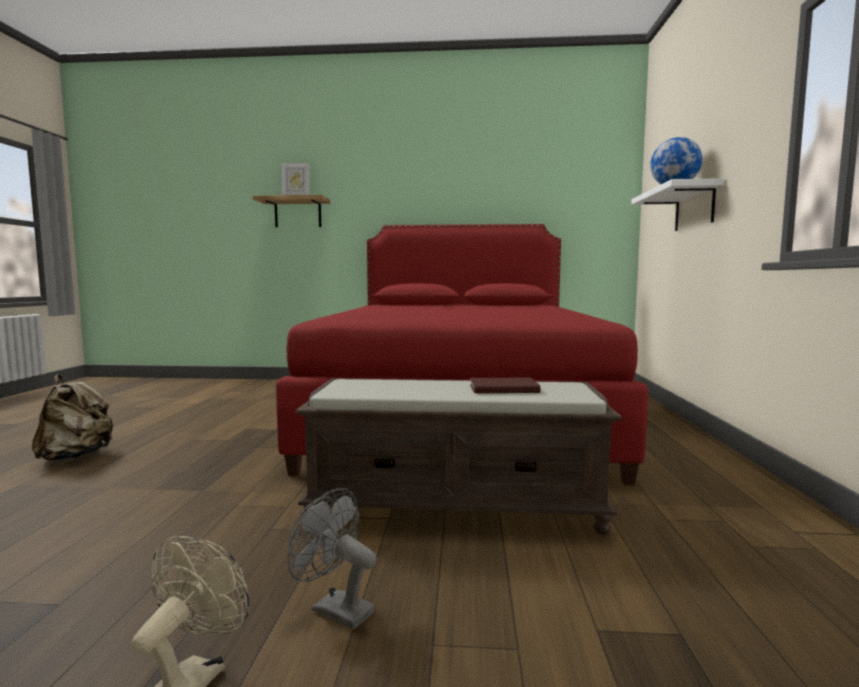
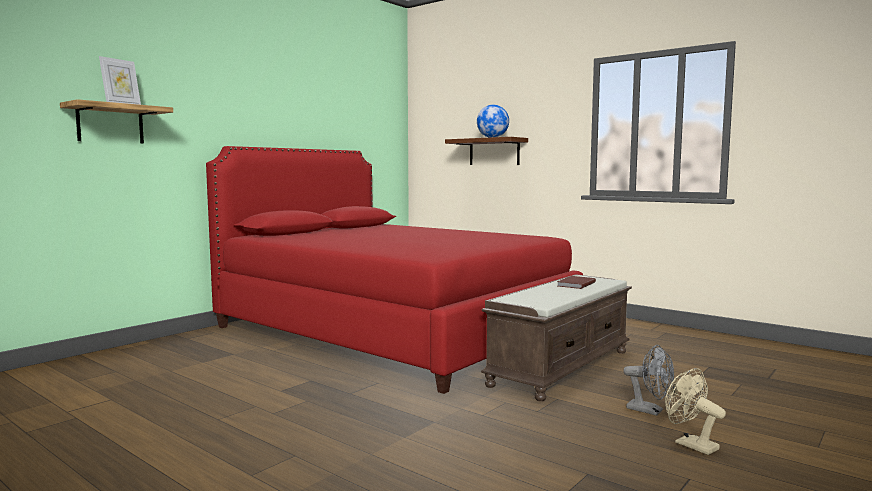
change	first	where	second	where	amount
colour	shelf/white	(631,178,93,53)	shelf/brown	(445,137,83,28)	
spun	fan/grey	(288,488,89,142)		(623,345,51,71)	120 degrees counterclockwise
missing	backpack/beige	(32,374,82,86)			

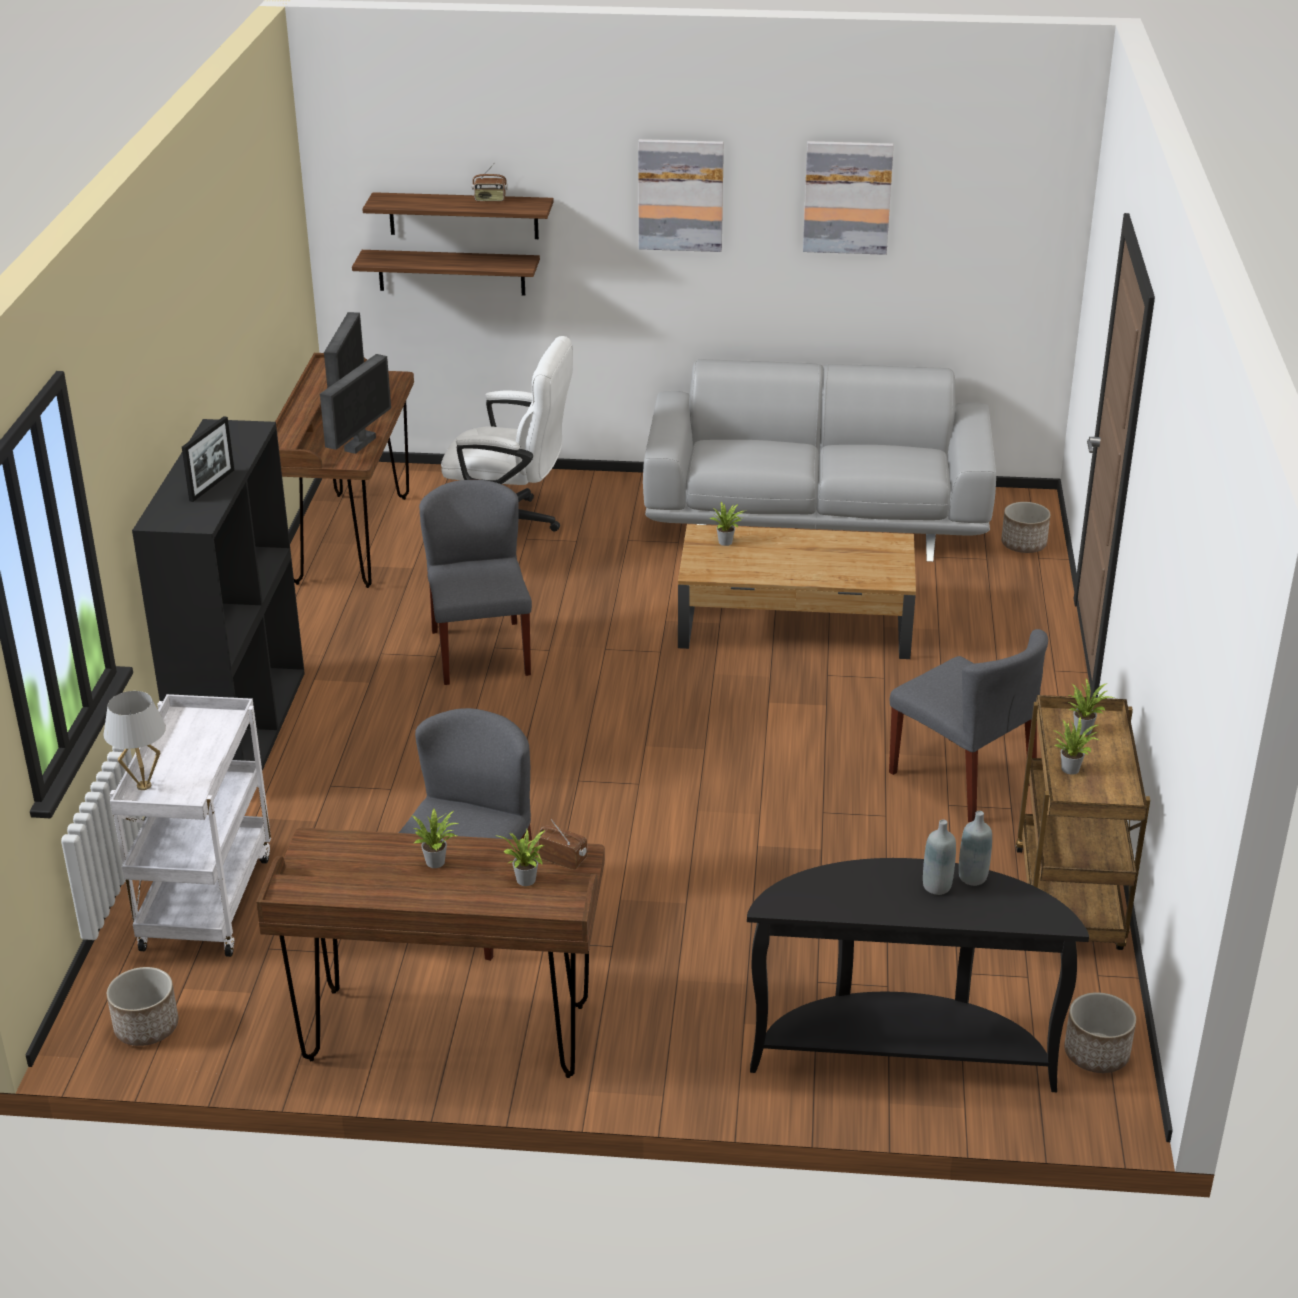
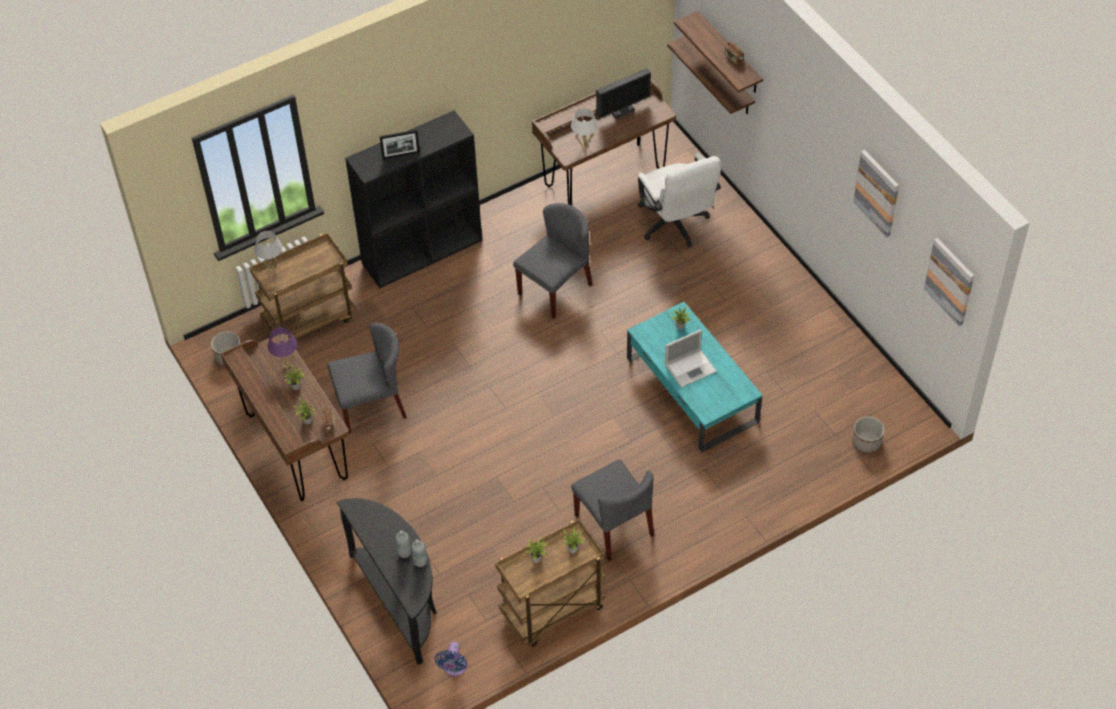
change	first	where	second	where	amount
colour	cart/white	(110,694,161,263)	cart/brown	(250,232,106,107)	
appeared			table lamp/purple	(268,327,29,41)	
exchanged	planter	(1064,992,72,81)	fan/blue	(434,642,33,34)	
exchanged	monitor	(320,354,71,100)	table lamp/white	(571,108,27,41)	
spun	chair/grey	(889,629,159,194)		(571,459,83,102)	45 degrees counterclockwise
colour	coffee table/brown	(678,524,238,135)	coffee table/turquoise	(627,302,135,151)	
appeared			laptop	(665,329,52,59)	
relocated	picture	(638,139,86,113)		(924,238,50,88)	
missing	sofa/grey	(643,359,353,203)			

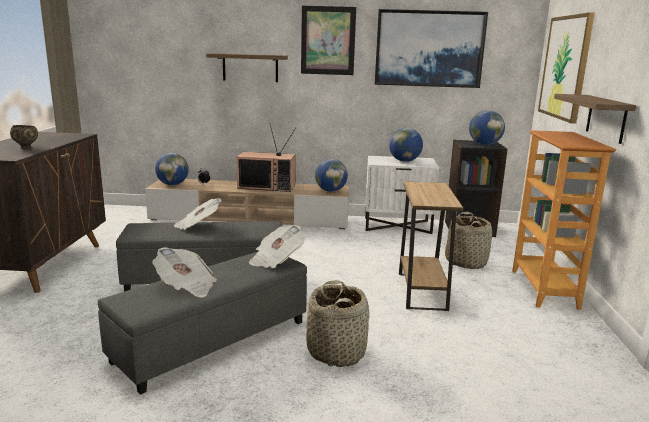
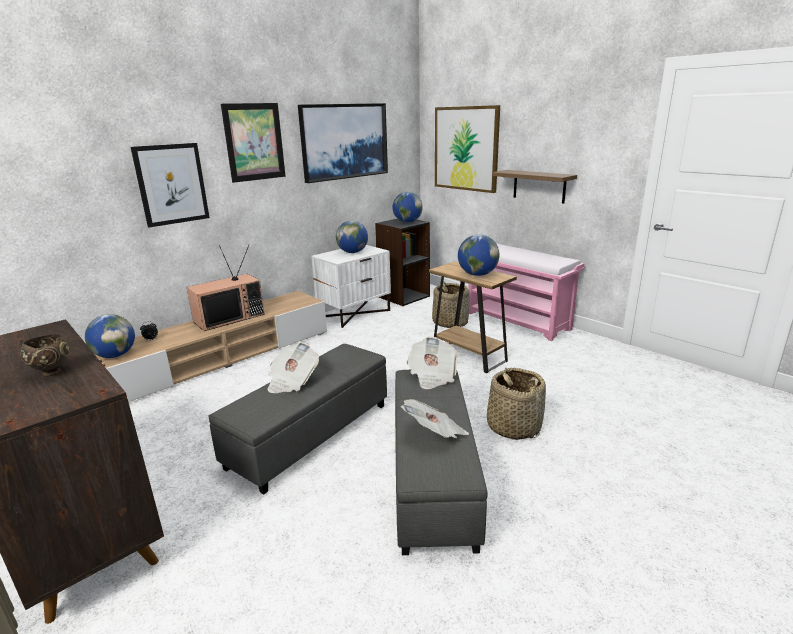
change	first	where	second	where	amount
exchanged	shelf	(206,53,82,29)	picture	(131,143,79,84)	
relocated	globe	(315,159,33,33)		(458,234,41,42)	
exchanged	bookcase	(512,130,104,180)	bench/pink	(468,244,117,97)	

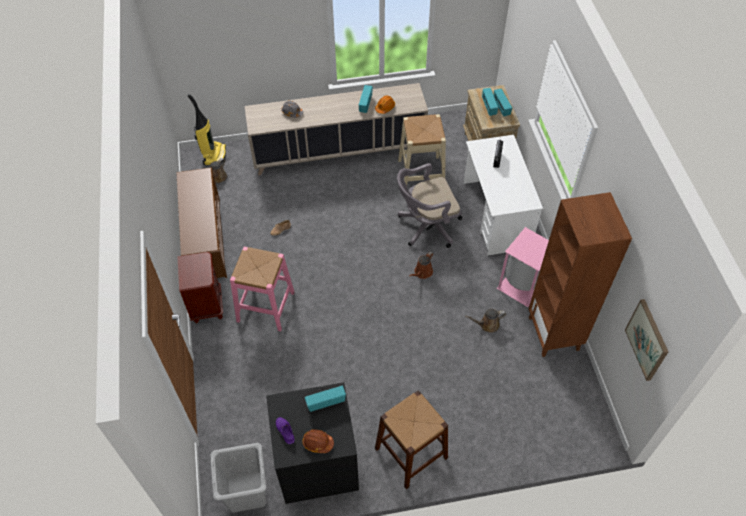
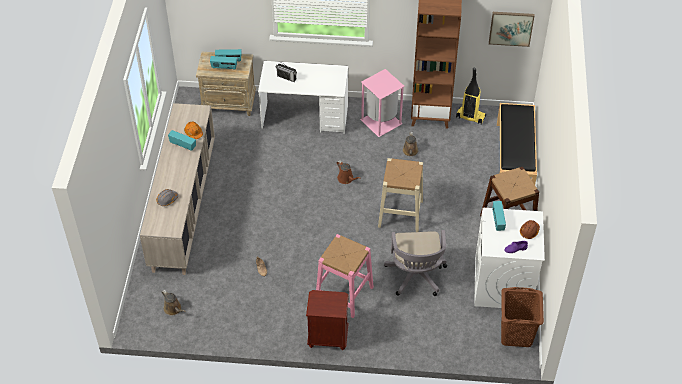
change	first	where	second	where	amount
relocated	stool/beige	(398,114,48,71)		(378,158,45,74)	
relocated	office chair/grey	(397,163,65,85)		(384,230,63,66)	
relocated	vacuum cleaner	(188,94,38,72)		(456,67,30,57)	
colour	washing machine/black	(266,382,93,122)	washing machine/white	(474,208,71,100)	
appeared			bench/black	(497,103,40,81)	
colour	laundry basket/grey	(210,443,56,70)	laundry basket/brown	(501,287,43,60)	
missing	shoe rack/brown	(176,167,51,111)			

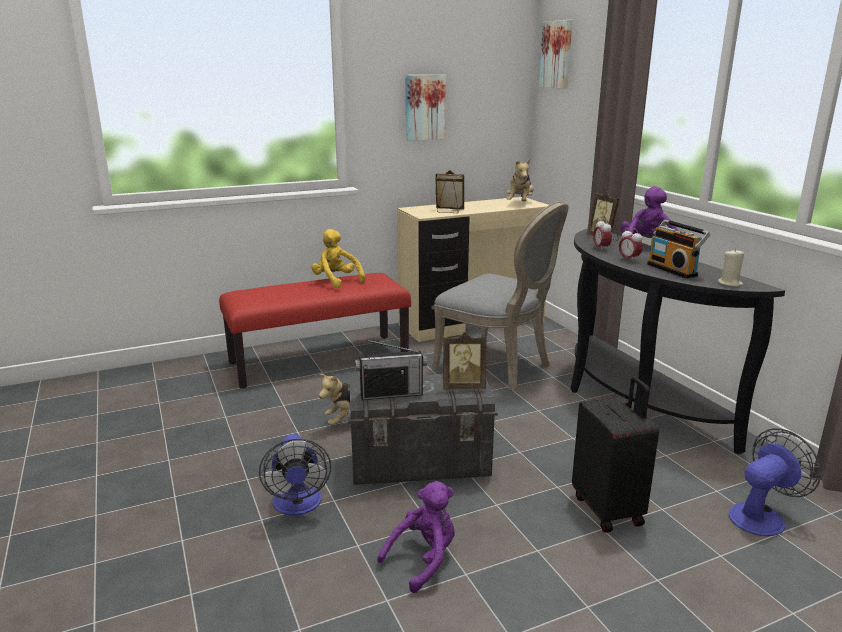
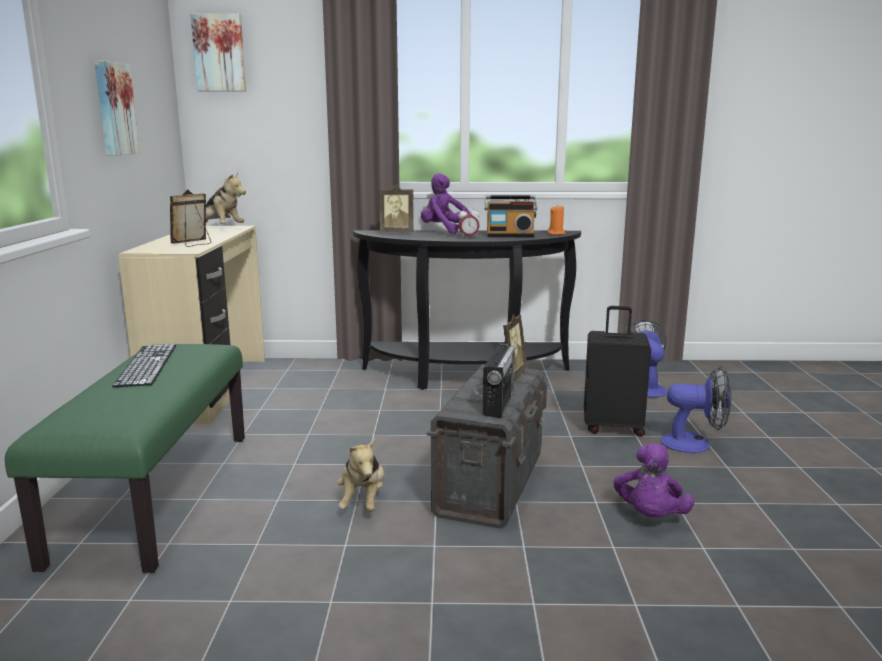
change	first	where	second	where	amount
colour	bench/red	(219,273,192,115)	bench/green	(5,344,240,229)	
exchanged	plush toy/yellow	(312,229,53,59)	keyboard	(112,344,64,43)	
colour	candle/beige	(718,249,26,38)	candle/orange	(548,205,17,30)	
spun	plush toy/purple	(377,481,78,112)		(613,443,81,74)	150 degrees counterclockwise
relocated	fan	(259,434,72,81)		(661,367,70,86)	
missing	chair/grey	(432,202,137,188)			
missing	alarm clock	(593,218,19,33)			

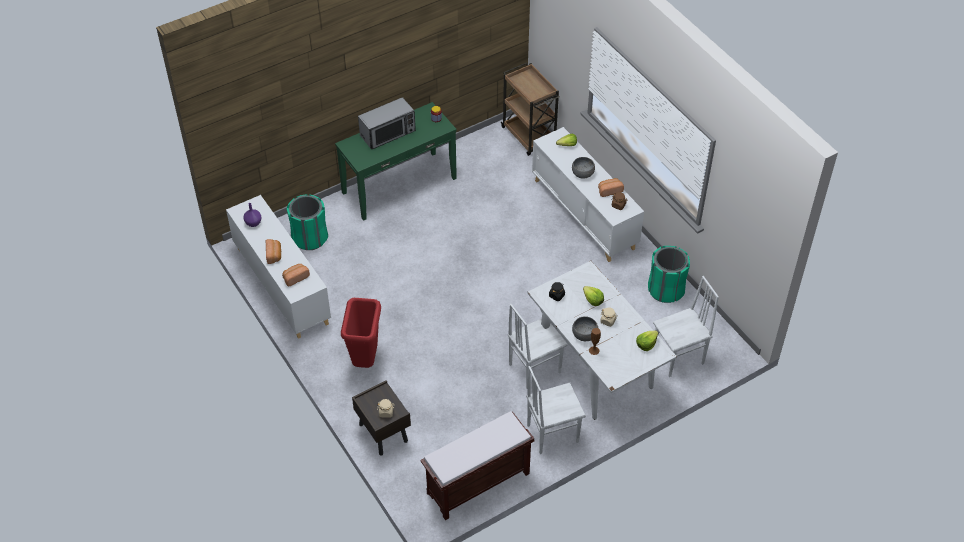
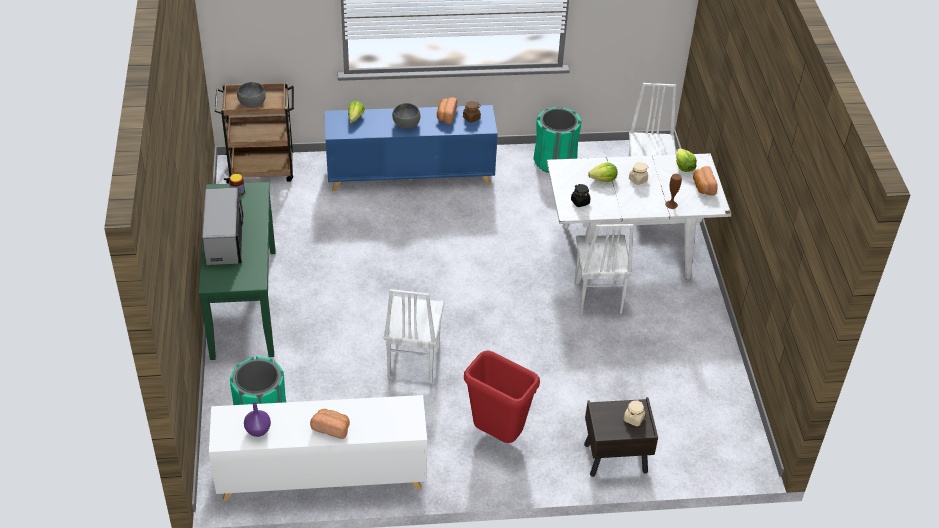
change	first	where	second	where	amount
relocated	bowl/grey	(572,316,26,25)		(237,82,29,26)	
colour	cabinet/white	(532,127,112,135)	cabinet/blue	(325,105,173,86)	
relocated	chair/white	(526,366,60,88)		(383,289,61,95)	
relocated	bread	(282,264,28,23)		(693,166,25,30)	
missing	bench/brown	(420,411,115,109)			

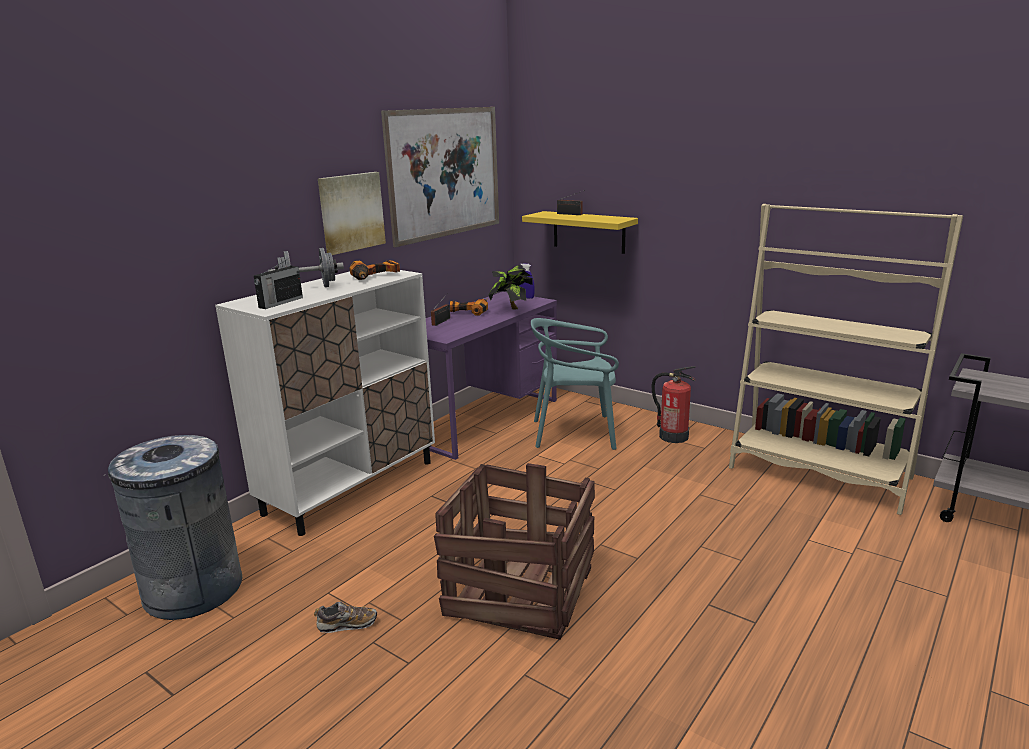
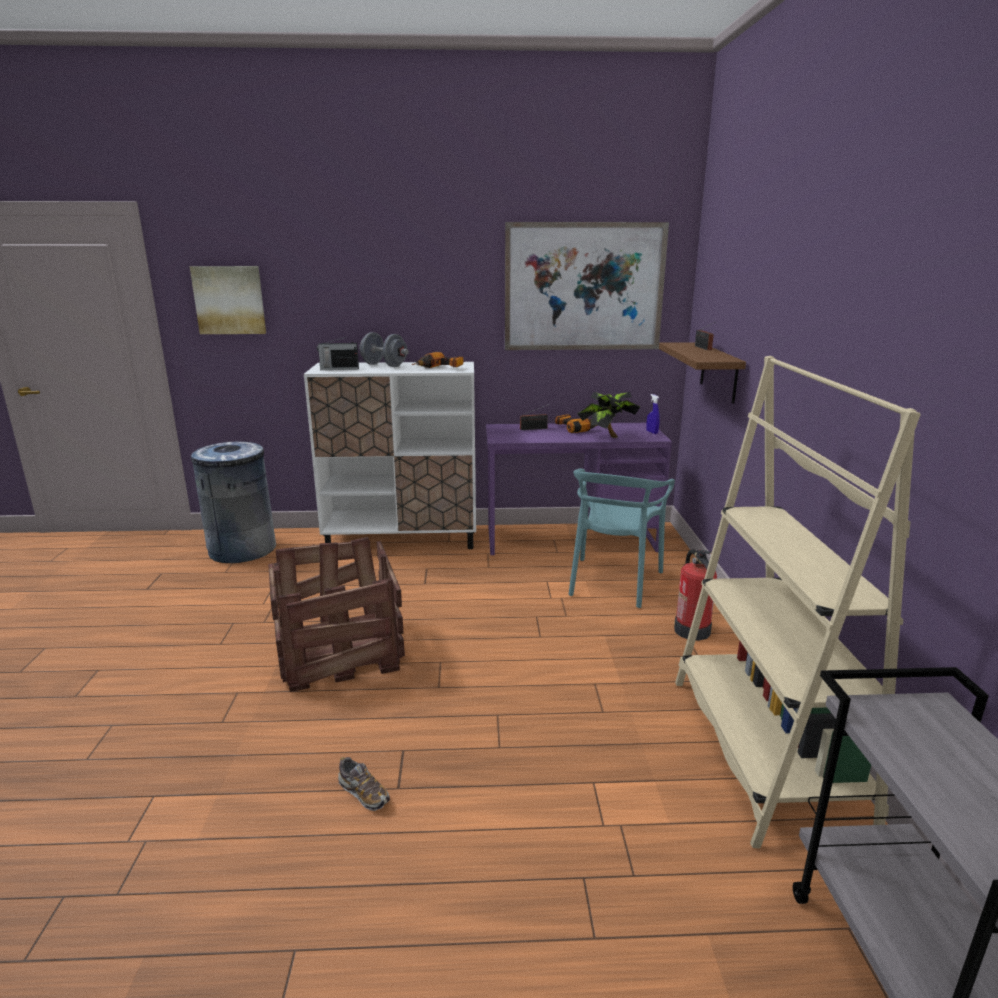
change	first	where	second	where	amount
relocated	picture	(318,172,68,83)		(190,266,76,68)	
relocated	shoe	(314,601,63,32)		(338,757,52,54)	
spun	chair/turquoise	(531,318,88,132)		(569,468,106,140)	120 degrees counterclockwise
colour	shelf/yellow	(522,211,116,43)	shelf/brown	(659,342,87,62)	

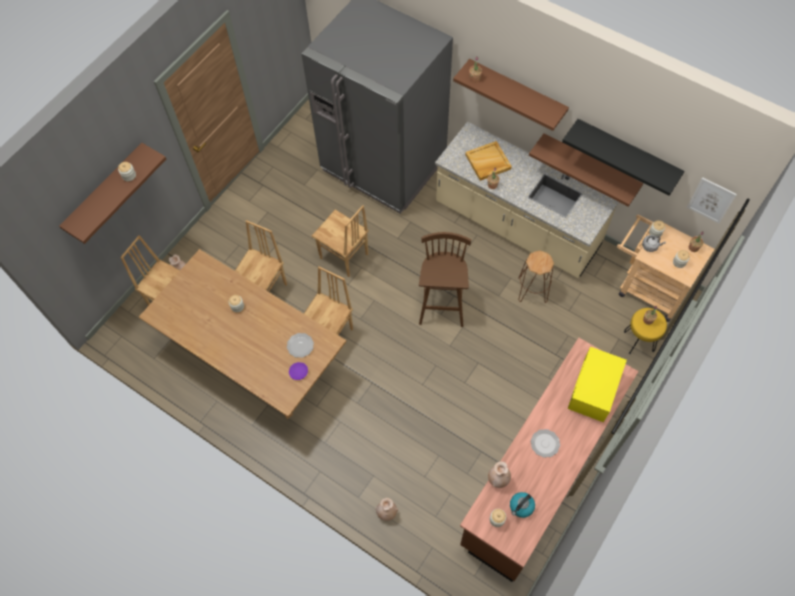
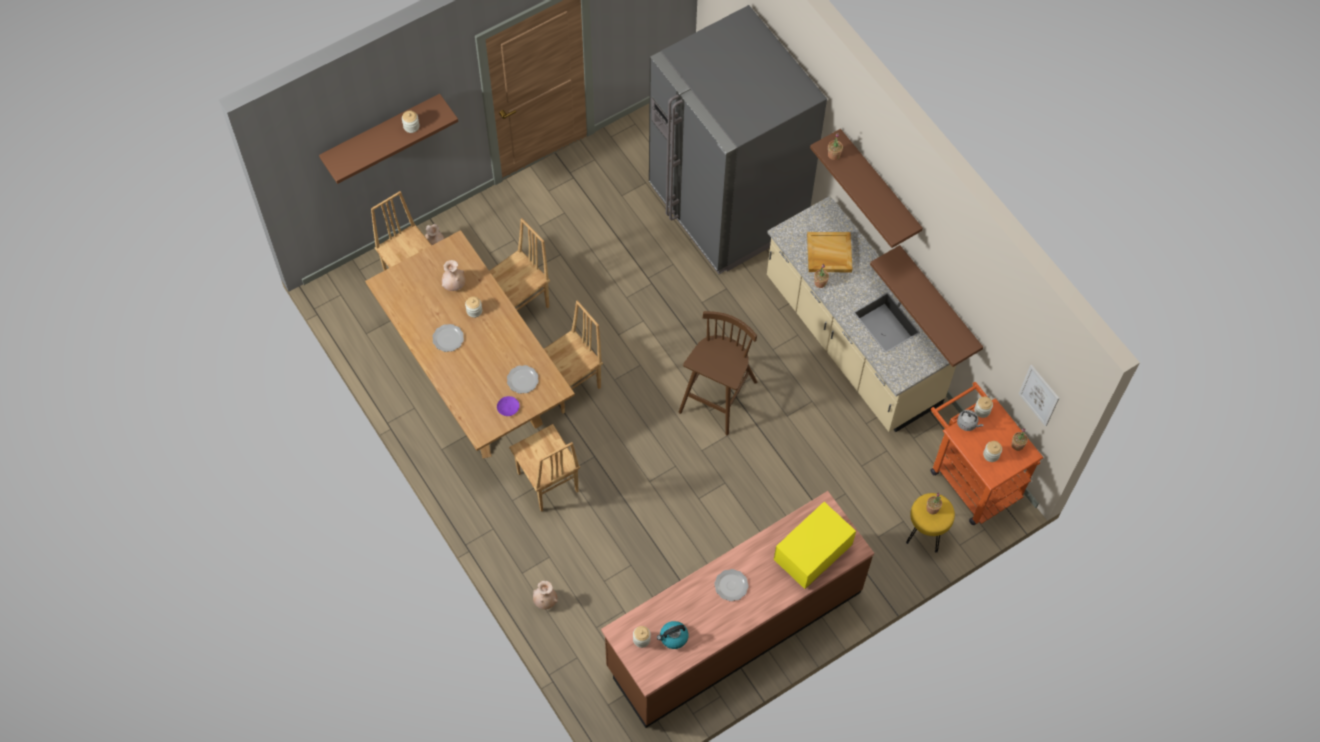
change	first	where	second	where	amount
appeared			plate	(432,324,32,28)	
relocated	vase/beige	(488,461,23,27)		(442,260,23,31)	
relocated	chair/brown	(312,205,57,72)		(509,424,71,88)	
colour	cart/beige	(617,214,98,108)	cart/orange	(930,382,114,143)	
missing	stool/brown	(518,251,36,52)			
missing	shelf/black	(562,119,123,77)			

